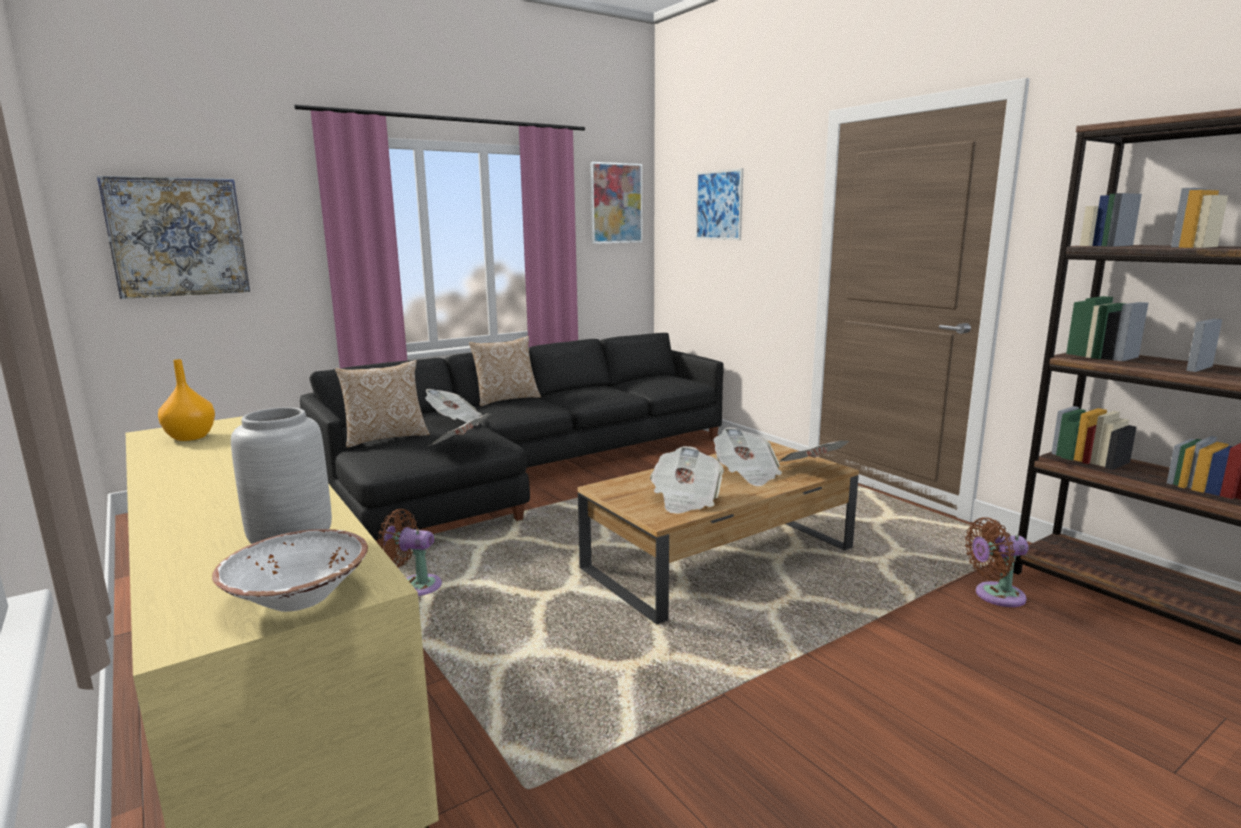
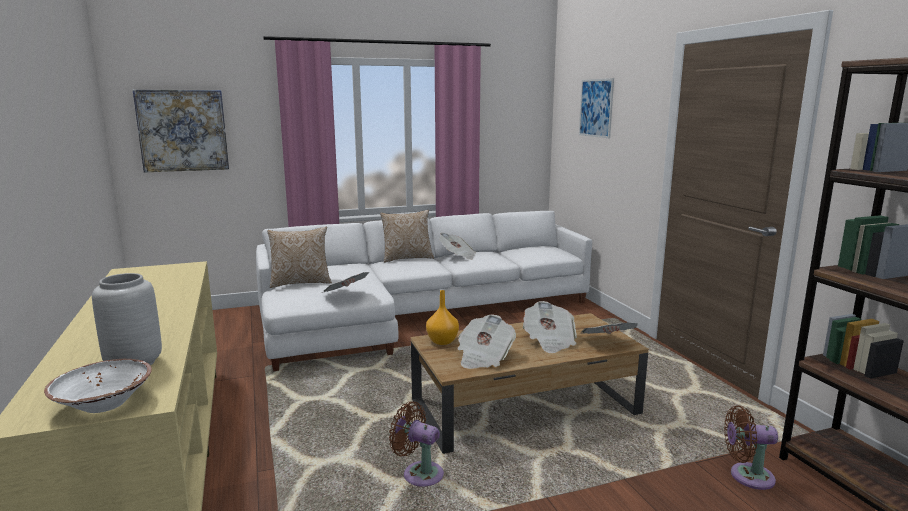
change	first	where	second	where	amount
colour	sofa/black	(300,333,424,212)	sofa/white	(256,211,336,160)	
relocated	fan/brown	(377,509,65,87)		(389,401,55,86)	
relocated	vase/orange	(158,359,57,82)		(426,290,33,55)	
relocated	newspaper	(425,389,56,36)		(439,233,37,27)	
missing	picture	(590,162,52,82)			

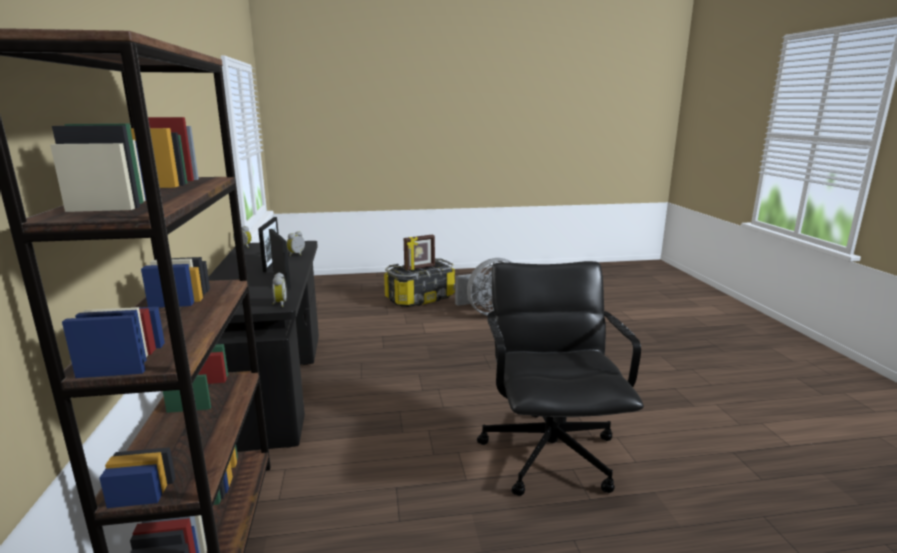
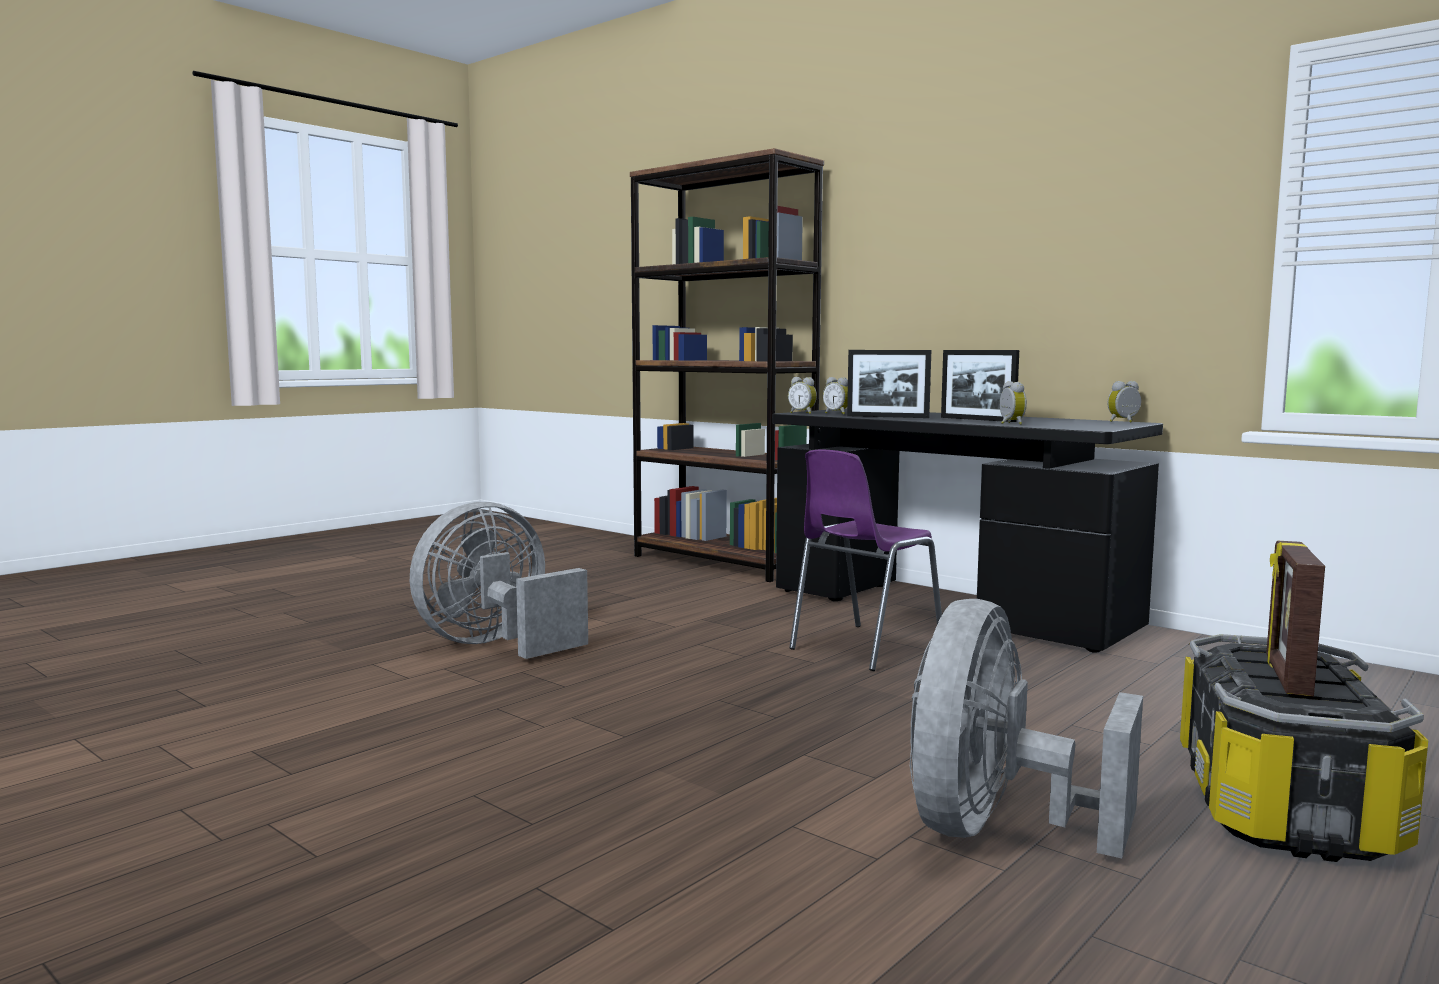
change	first	where	second	where	amount
exchanged	office chair/black	(477,261,167,235)	fan/grey	(410,502,178,157)	
appeared			chair/purple	(789,450,153,221)	
appeared			alarm clock	(823,377,25,37)	

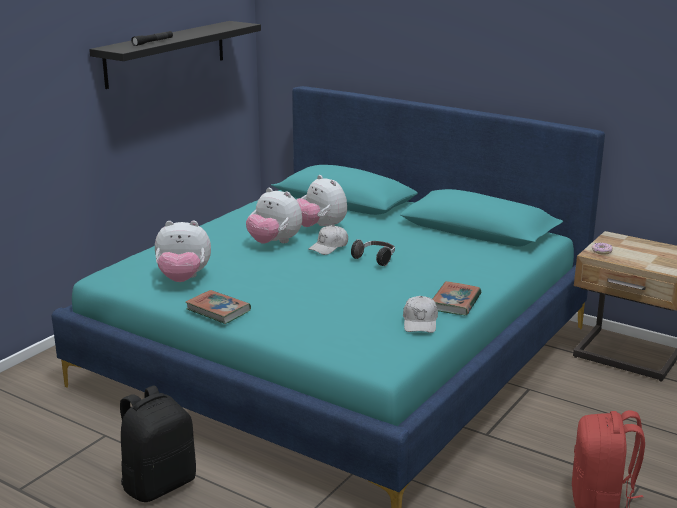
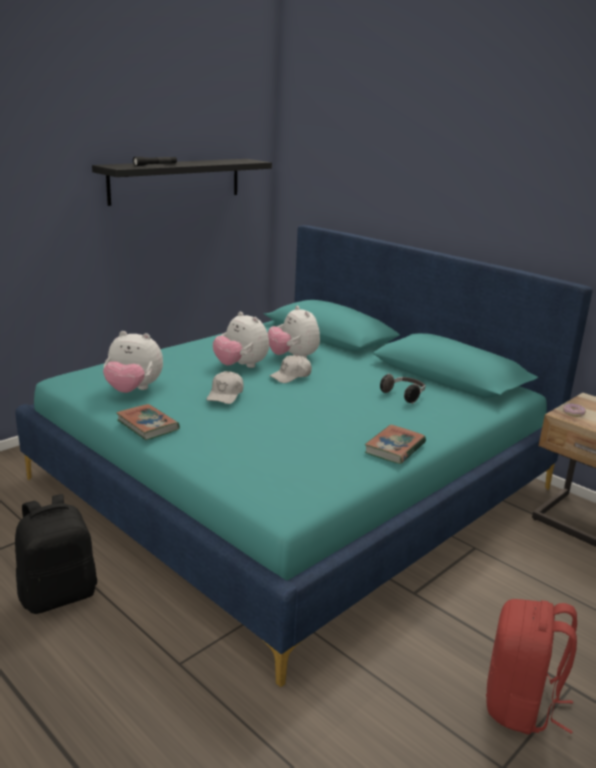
change	first	where	second	where	amount
relocated	cap/white	(403,296,35,37)		(207,371,37,33)	
relocated	headphones	(351,239,44,27)		(380,373,45,31)	

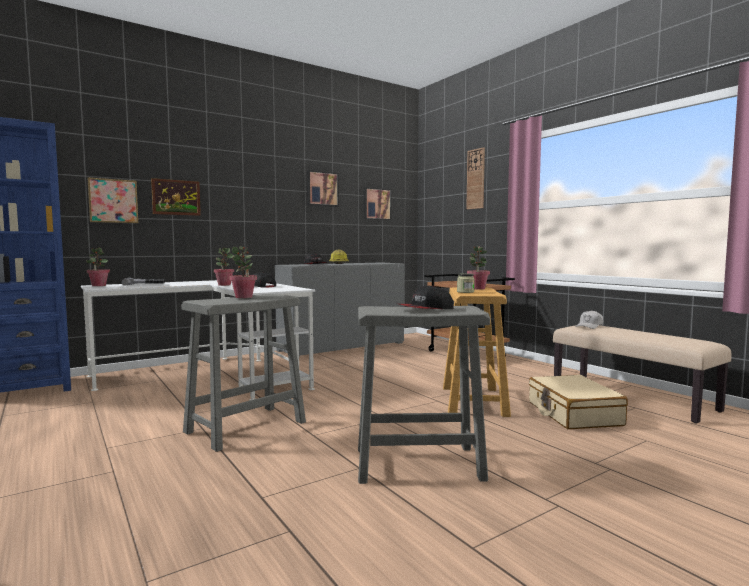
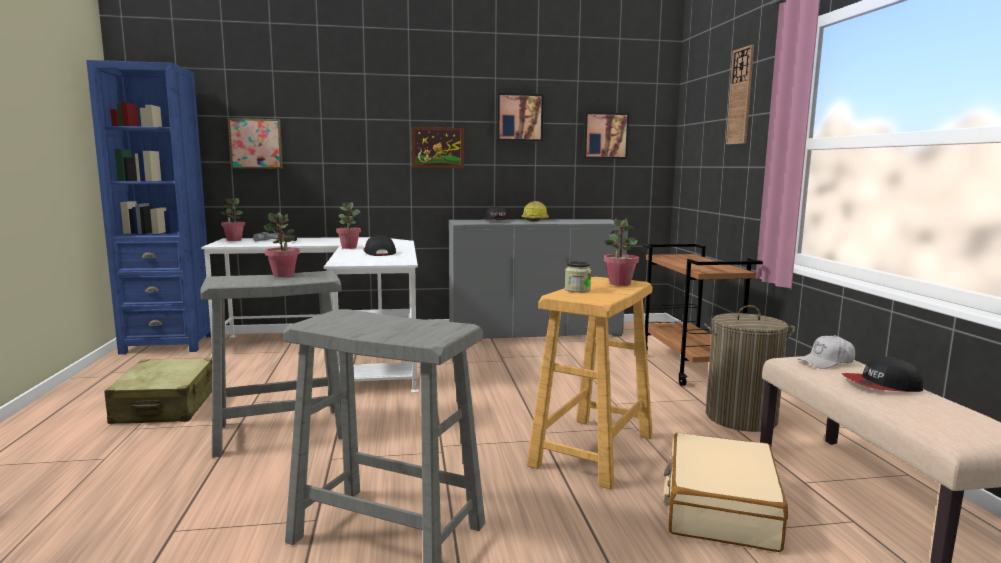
change	first	where	second	where	amount
appeared			suitcase/beige	(104,358,108,66)	
relocated	picture	(151,178,50,38)		(411,127,53,41)	
appeared			laundry basket	(704,305,91,127)	
relocated	cap	(400,286,54,23)		(842,356,81,36)	

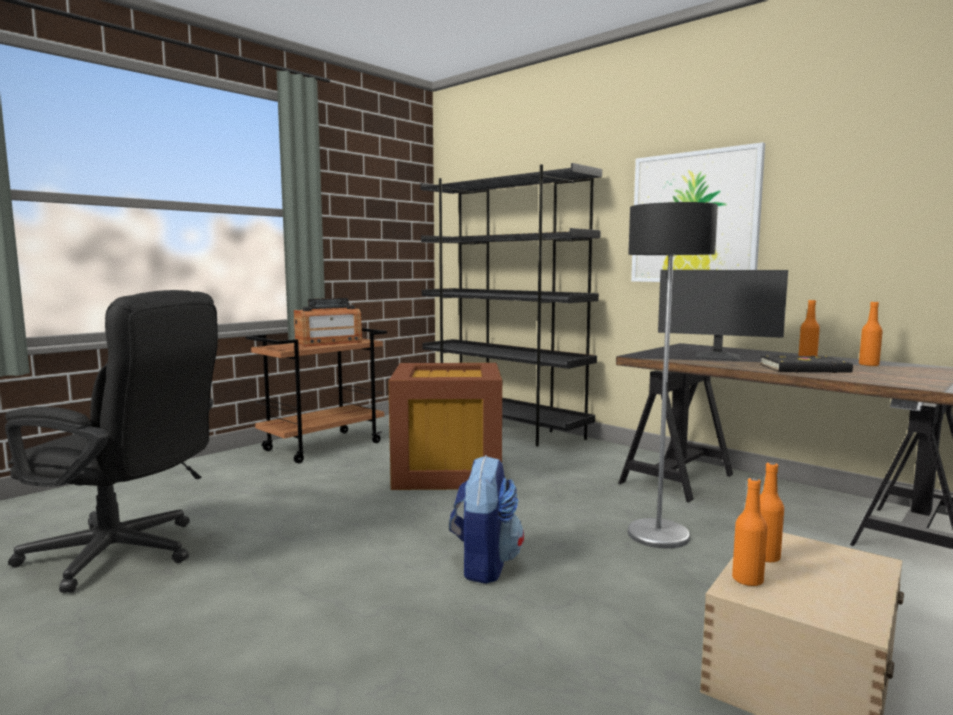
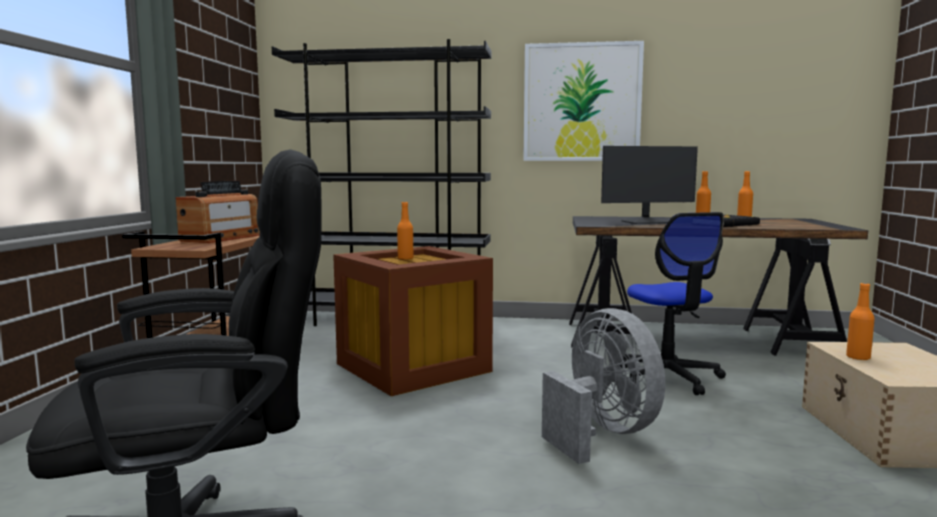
change	first	where	second	where	amount
relocated	bottle/orange	(732,478,36,109)		(397,202,16,58)	
exchanged	backpack	(449,455,75,129)	fan/grey	(542,308,123,156)	
exchanged	floor lamp	(628,202,90,347)	office chair	(620,212,106,183)	

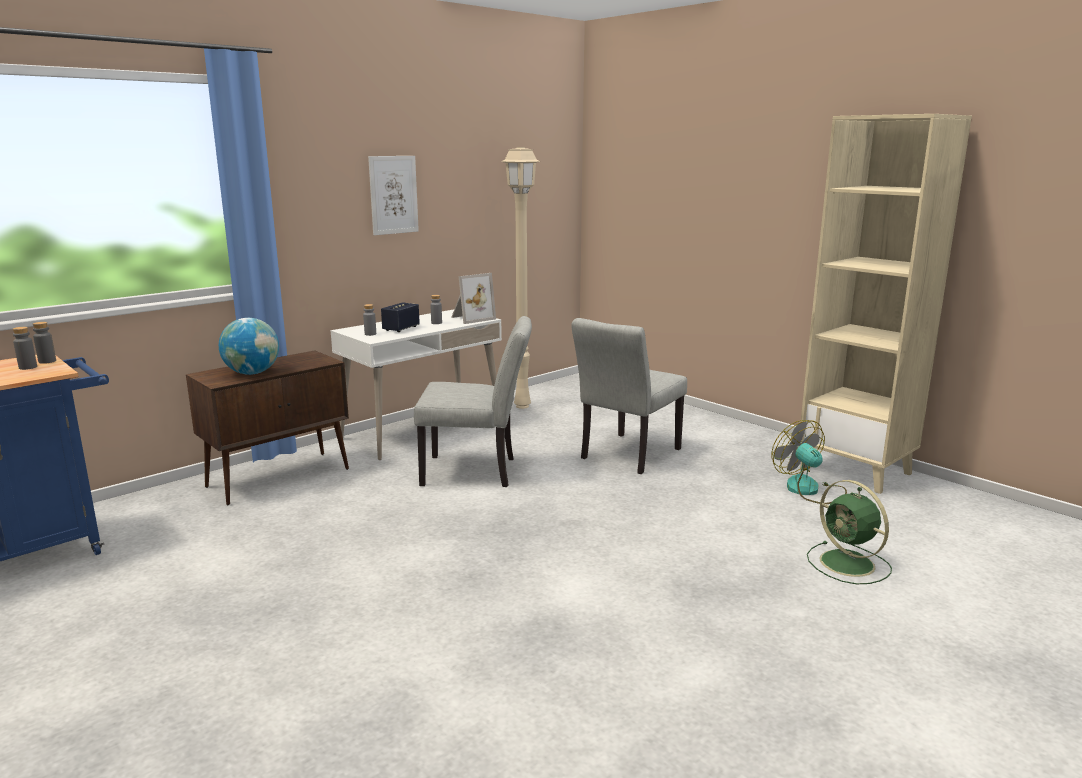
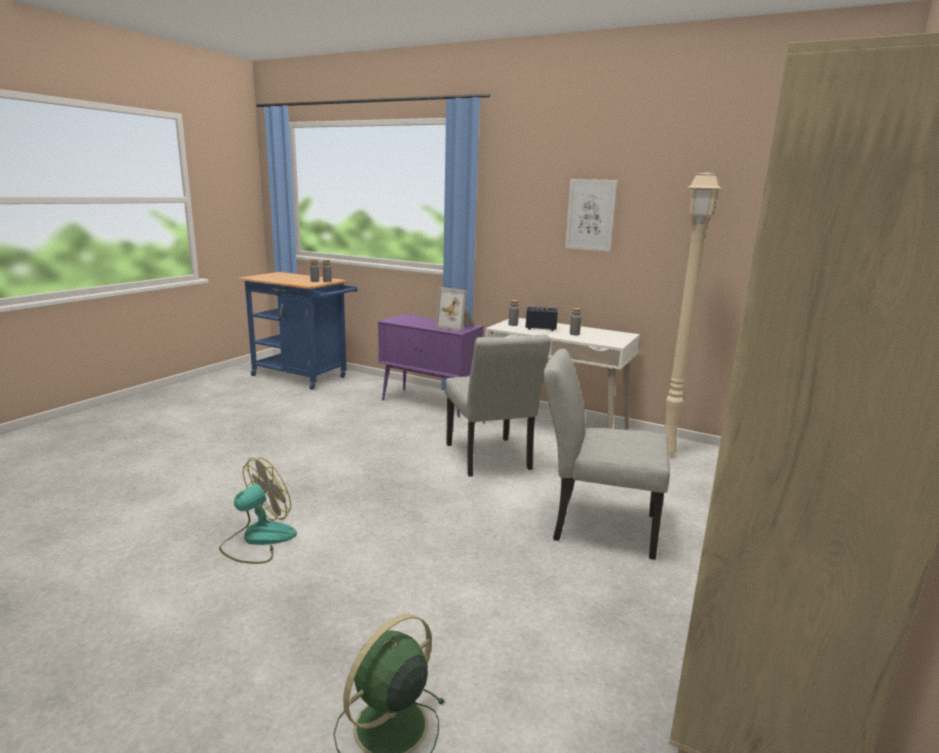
change	first	where	second	where	amount
relocated	fan	(771,420,76,84)		(219,458,78,106)	
colour	cabinet/brown	(186,350,163,155)	cabinet/purple	(378,314,106,104)	
relocated	picture frame	(451,273,45,51)		(435,287,39,45)	
missing	globe	(219,318,60,57)			

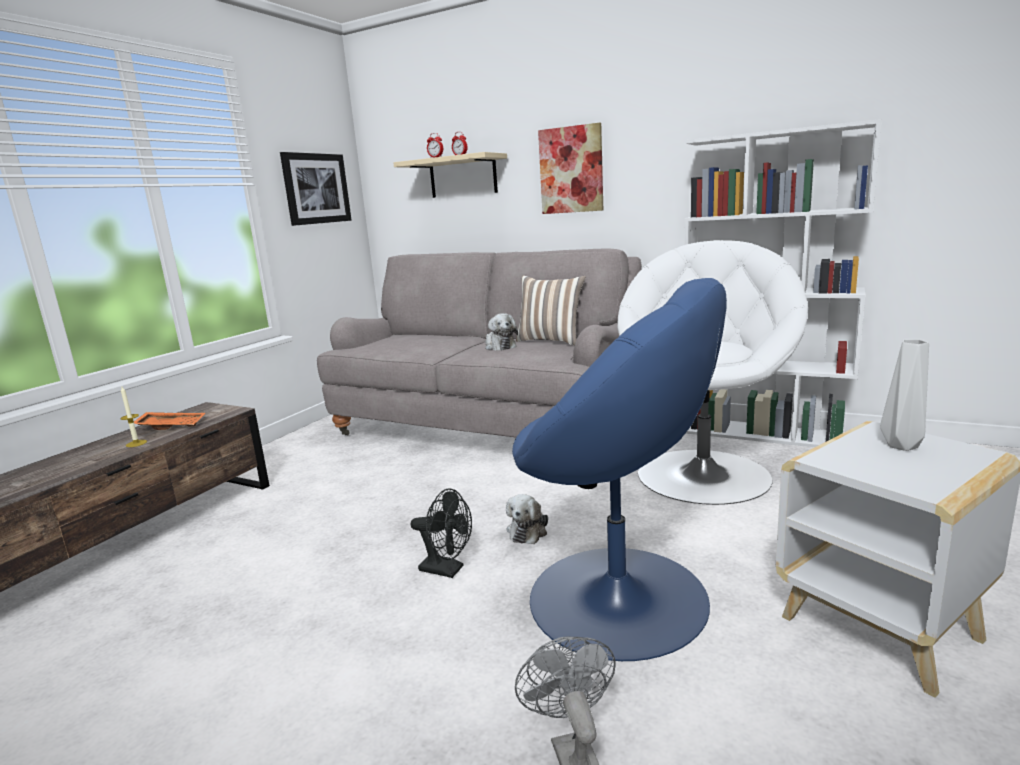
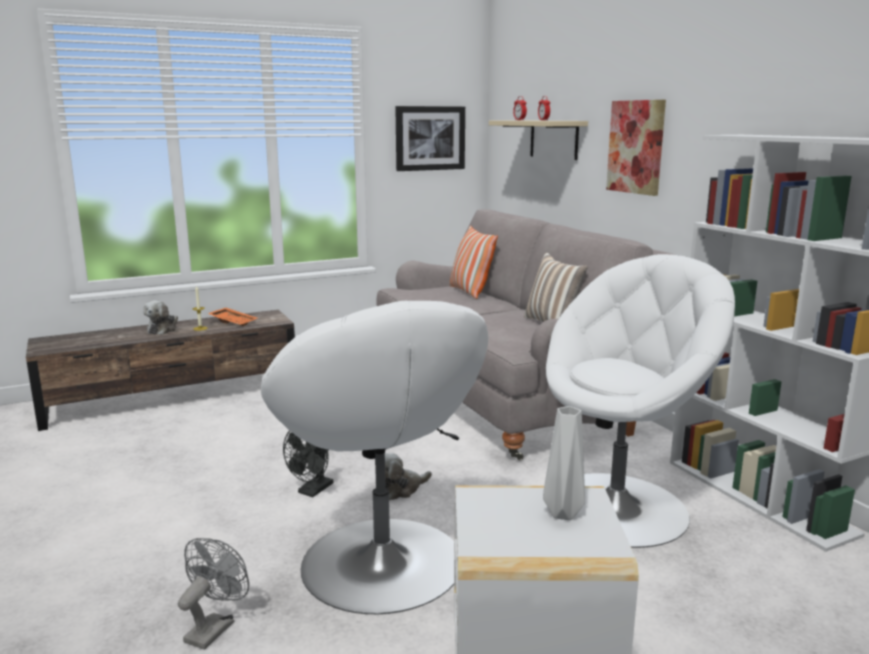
change	first	where	second	where	amount
relocated	plush toy	(485,313,33,38)		(143,300,35,35)	
colour	armchair/blue	(512,278,215,383)	armchair/white	(261,301,227,313)	
spun	fan/black	(411,488,61,90)		(283,431,50,66)	60 degrees clockwise
appeared			pillow	(449,226,49,73)	

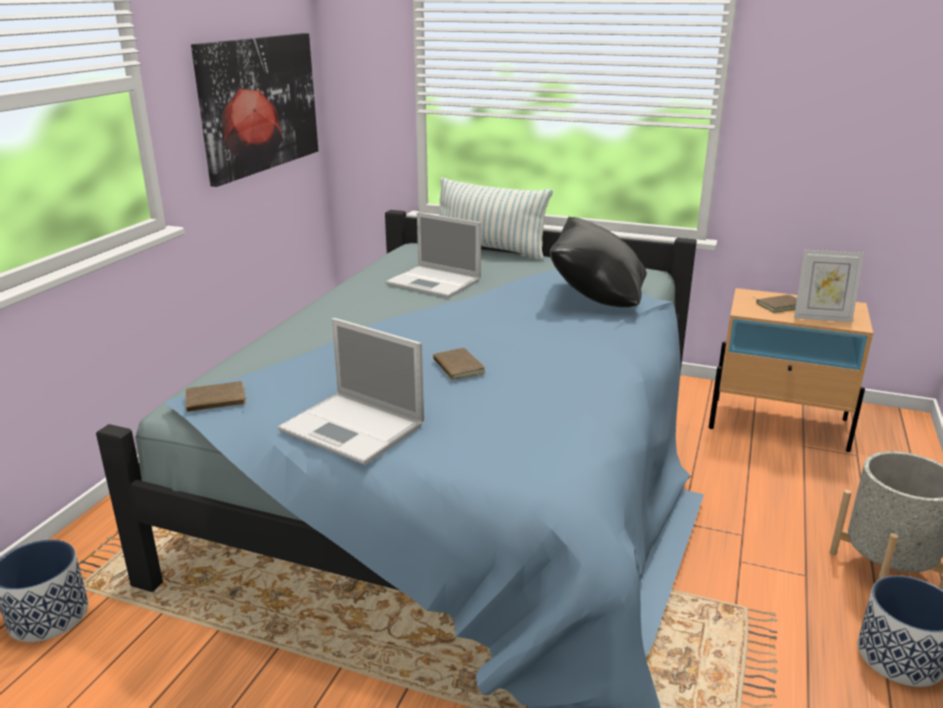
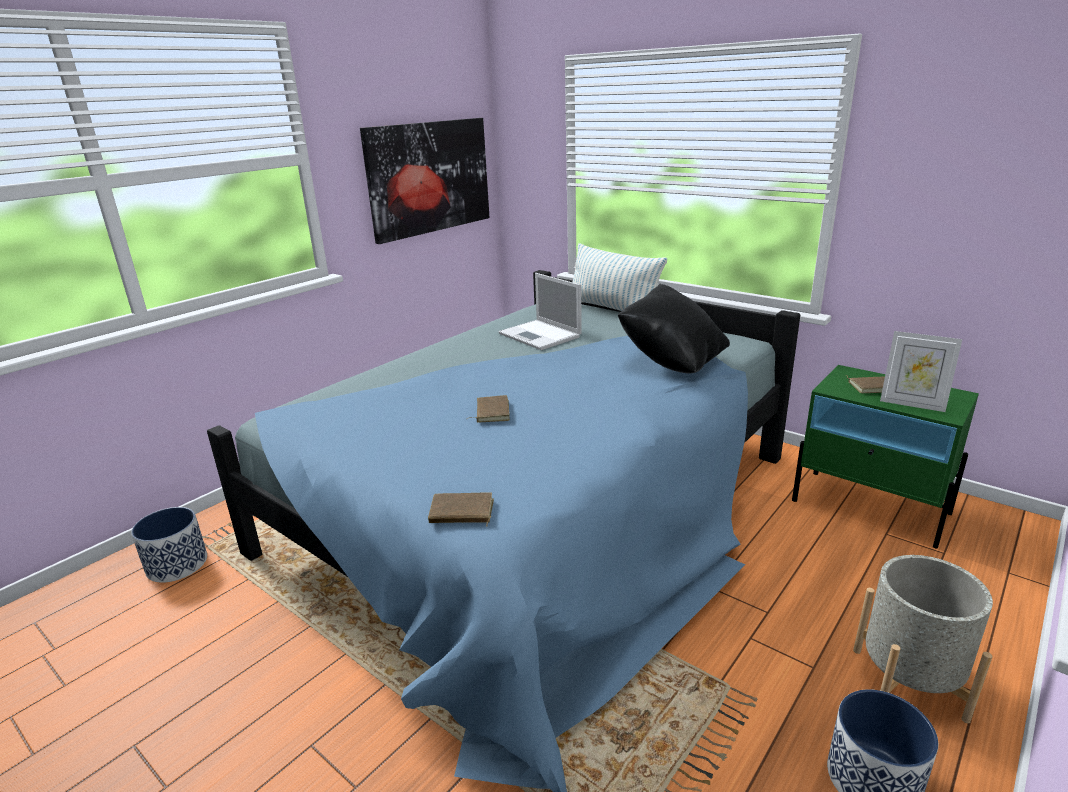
change	first	where	second	where	amount
relocated	book/brown	(185,381,62,31)		(428,492,66,35)	
colour	nightstand/beige	(709,288,164,164)	nightstand/green	(792,365,187,183)	
missing	laptop	(278,318,146,147)			

